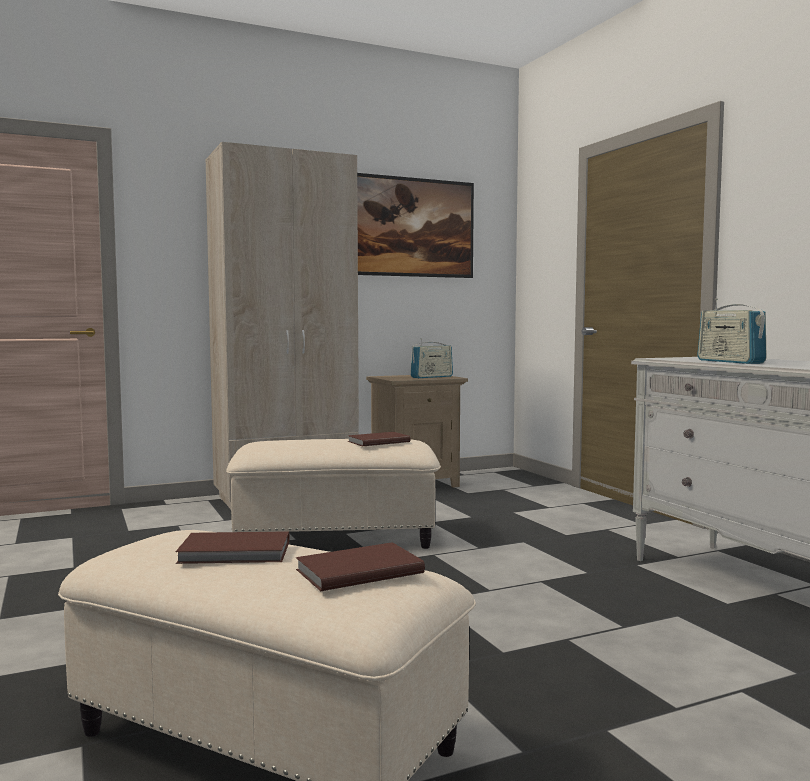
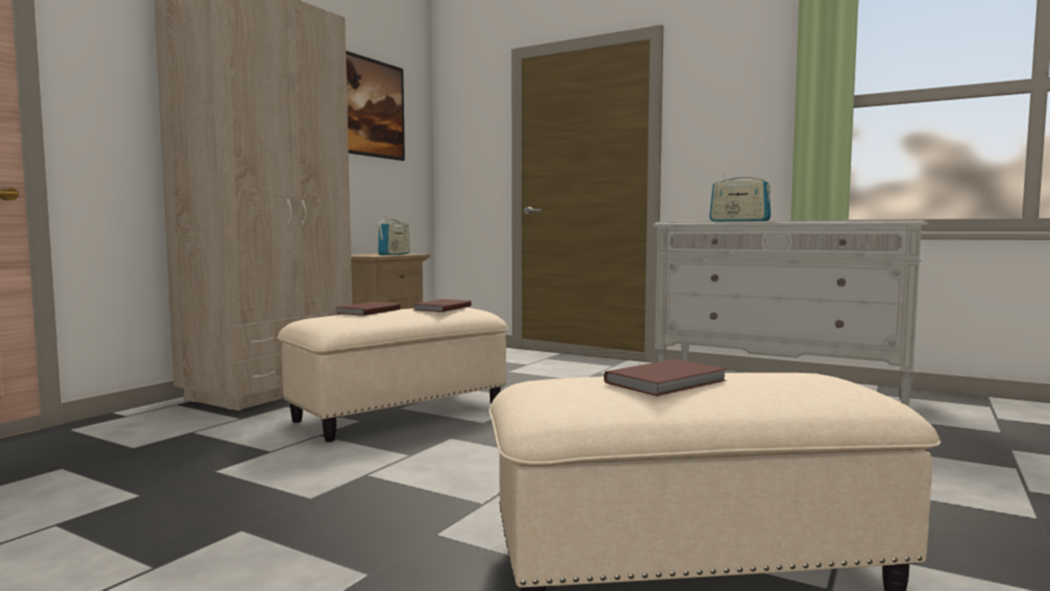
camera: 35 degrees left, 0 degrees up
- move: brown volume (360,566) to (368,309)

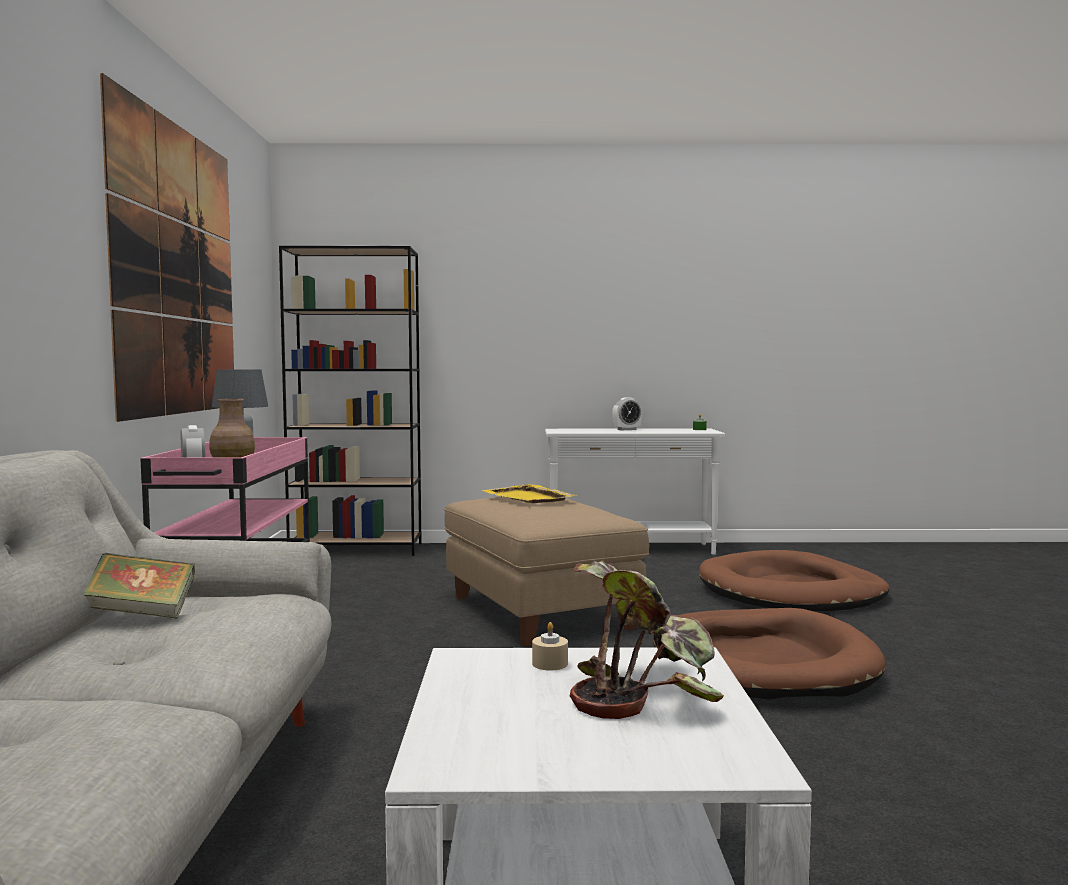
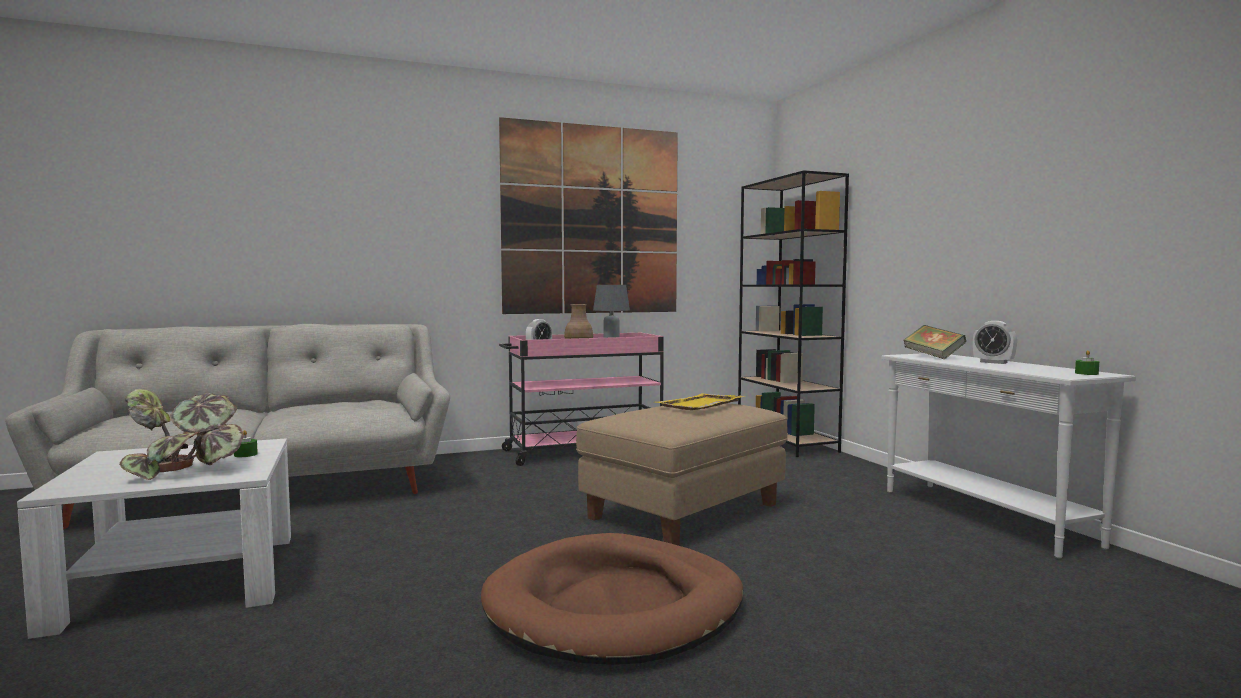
camera: 70 degrees right, 0 degrees up
- delete: brown dog cushion (794,580)
- move: volume (139,586) to (935,342)
- recolor: sand-coloured wax light (550,646) to green-coloured wax light (246,443)

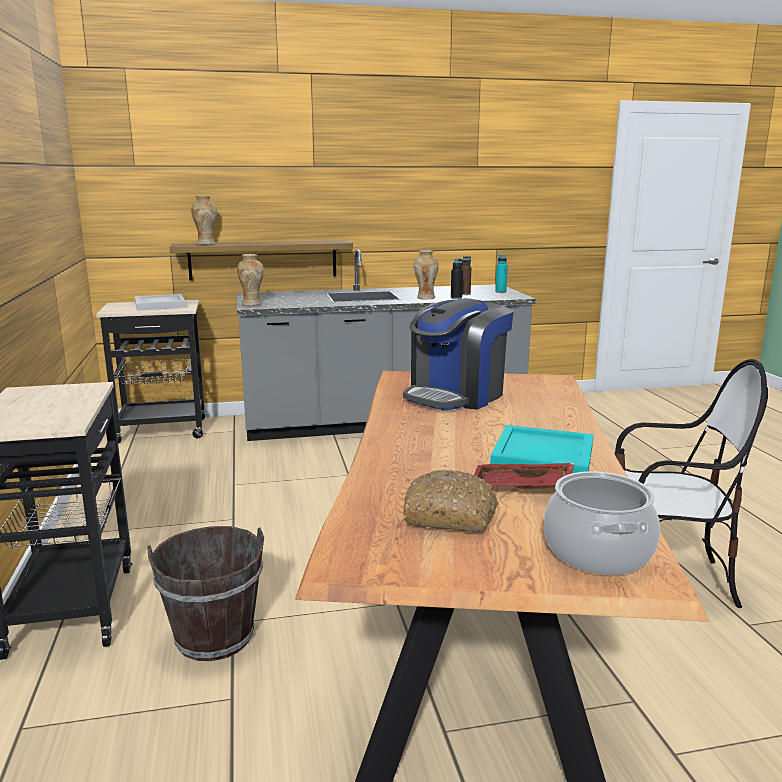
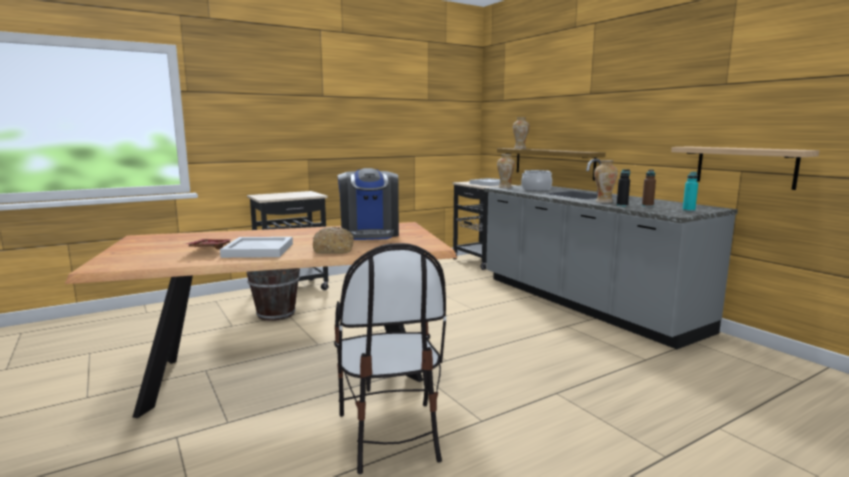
camera: 70 degrees right, 5 degrees down
- insert: wall shelf (745,168)
- move: baked bread (451,501) to (333,240)
- move: saucepot (602,523) to (536,180)
- recolor: blue-green carrying tray (541,449) to whitish carrying tray (256,247)
- rotate: coffee maker (458,354) = (368,204) 120 degrees counterclockwise

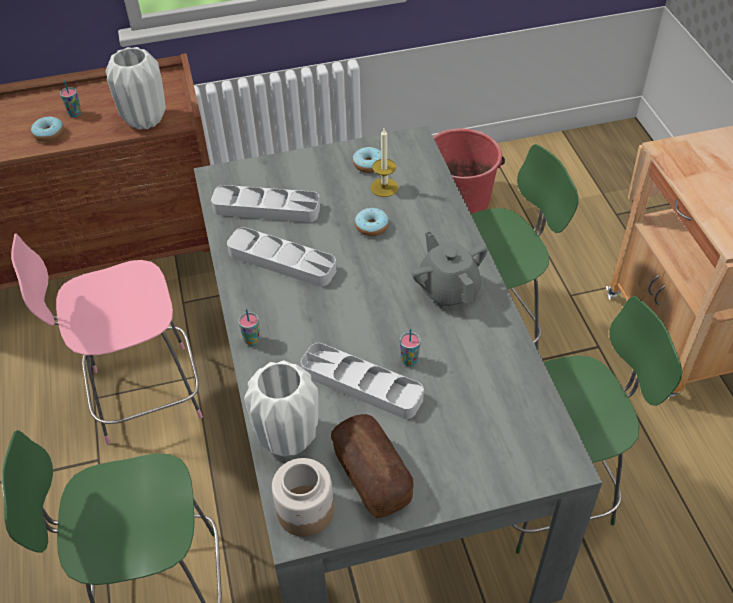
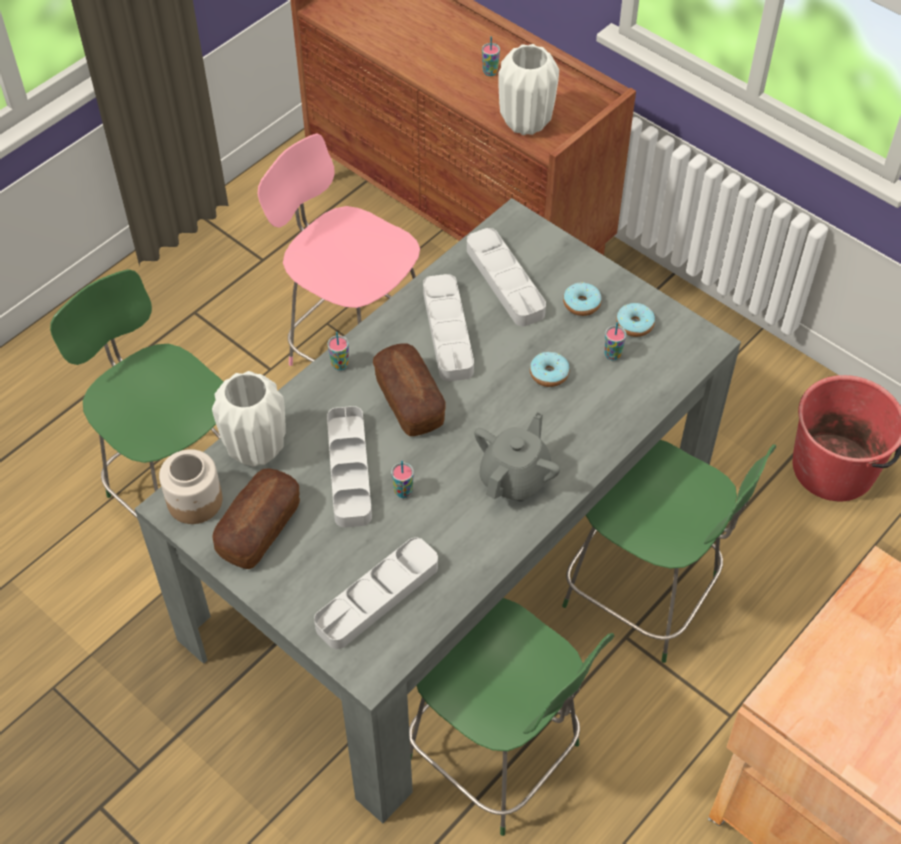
camera: 55 degrees right, 5 degrees up
- insert: grey carrying tray (376,593)
- insert: baked bread (409,389)
- move: donut (47,129) to (582,299)
- replace: wax light (384,162) to drinking cup (615,341)

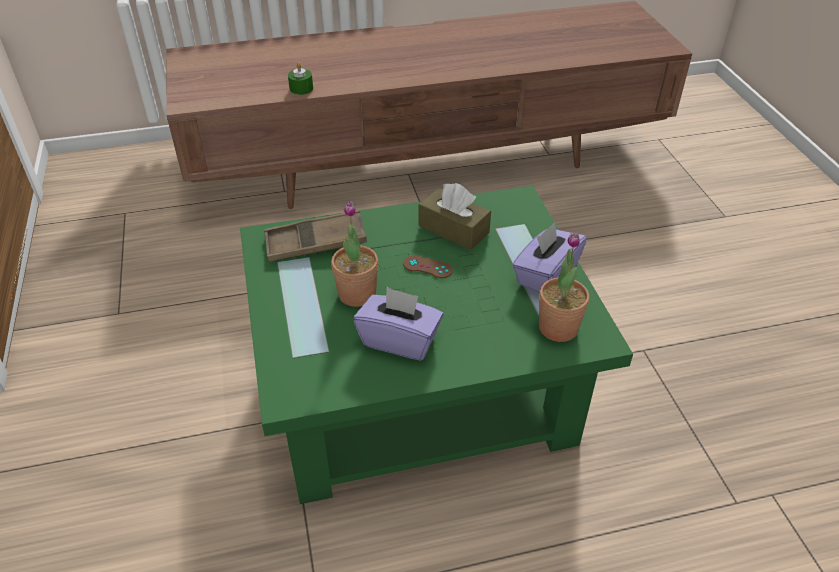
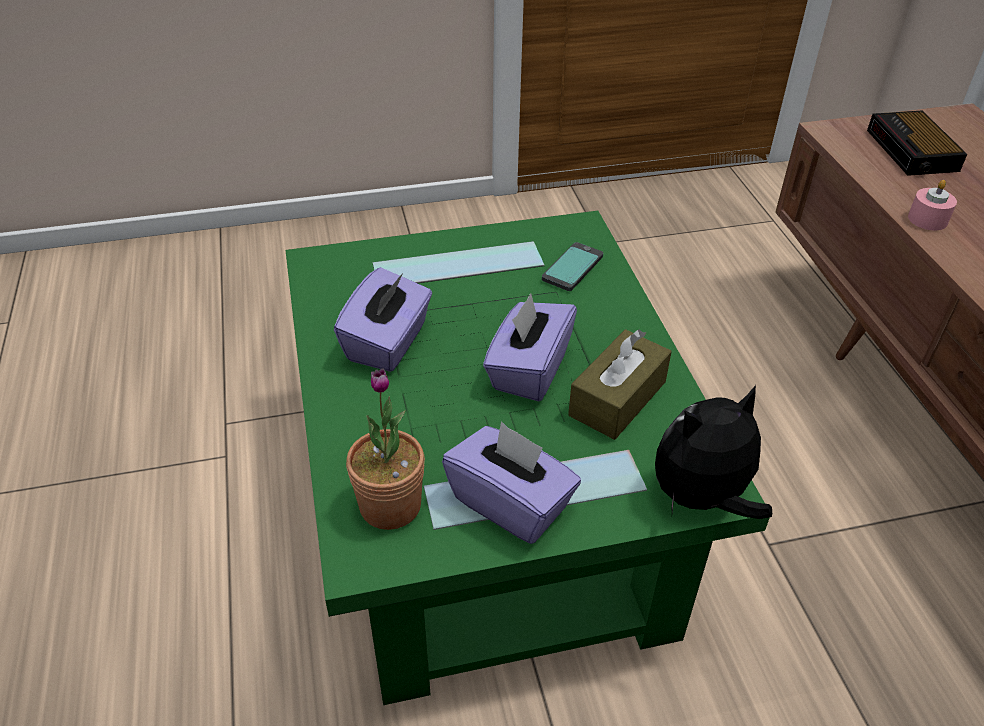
camera: 90 degrees right, 0 degrees up
- delete: potted plant (355,254)
- insert: cuddly toy (713,452)
- insert: bedside clock (917,143)
- replace: brown carrying tray (315,236) to handset (572,266)
- replace: brown joypad (428,267) to purple box of tissues (530,347)
- recolor: green-coloured wax light (300,78) to pink-coloured wax light (932,205)

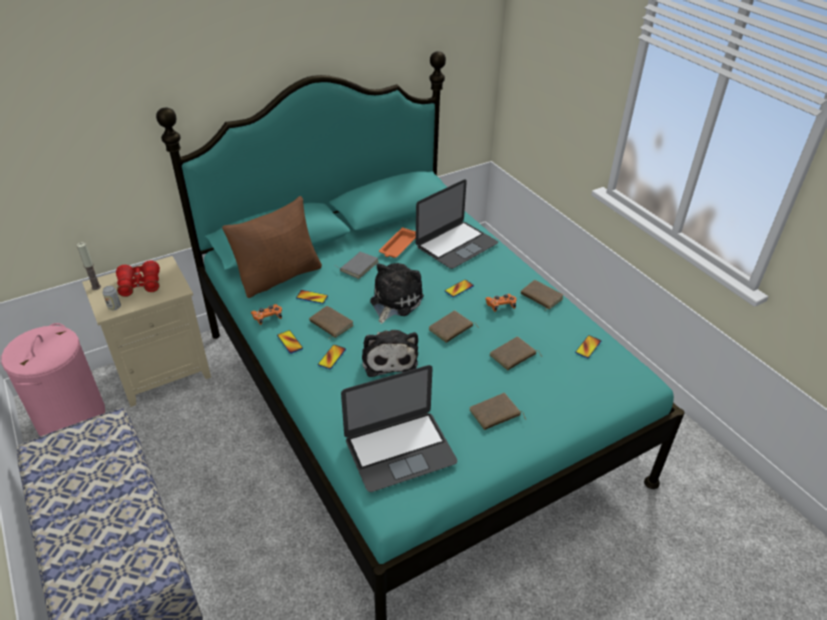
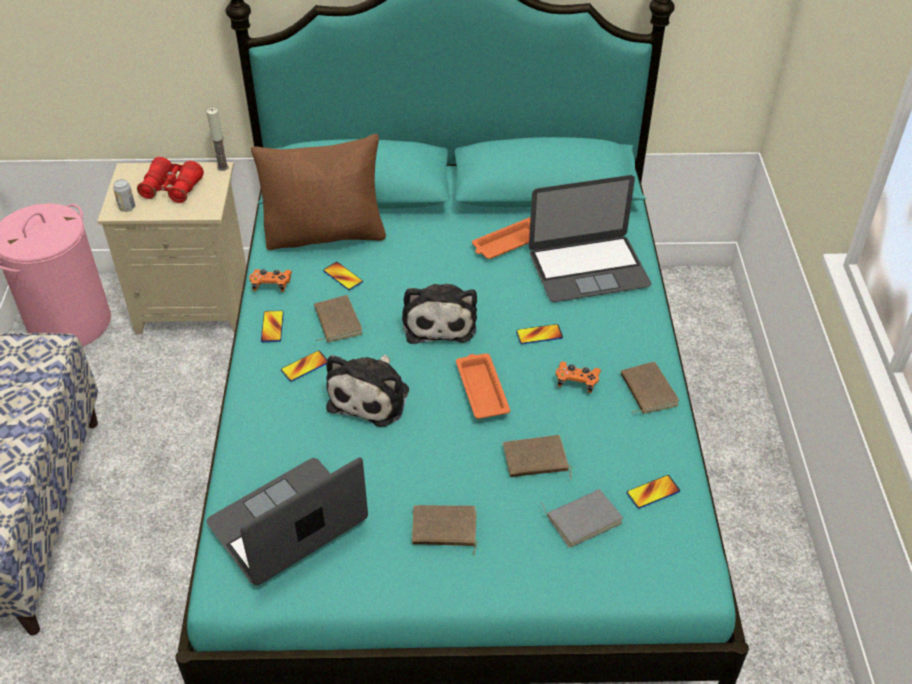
camera: 30 degrees right, 5 degrees up
- move: wax light (89,266) to (218,139)
- move: grey volume (358,265) to (582,518)
- replace: brown volume (454,326) to orange carrying tray (483,386)
- rotate: portable computer (399,428) = (287,521) 135 degrees clockwise
- rotate: cuddly toy (397,293) = (439,314) 120 degrees clockwise

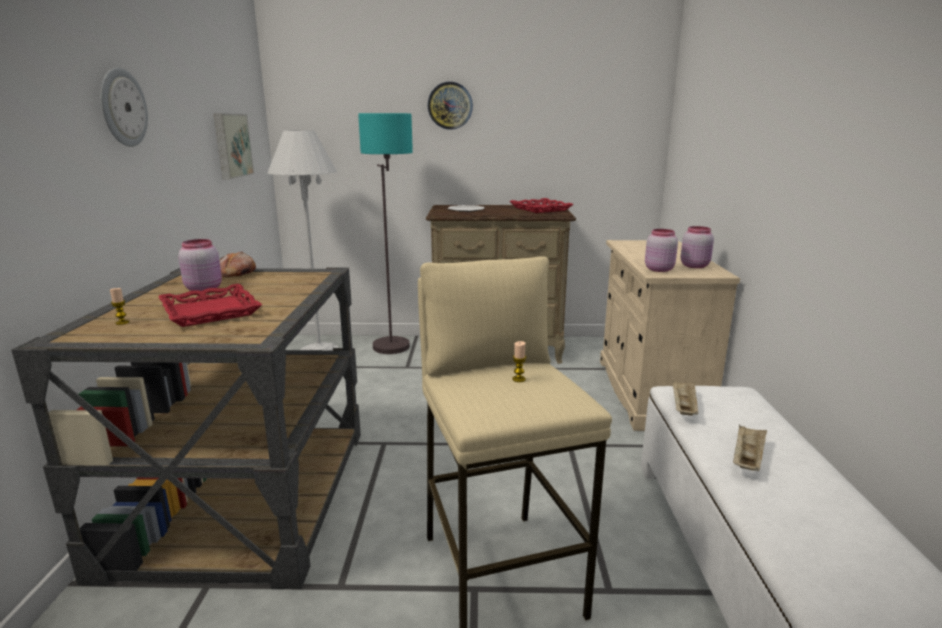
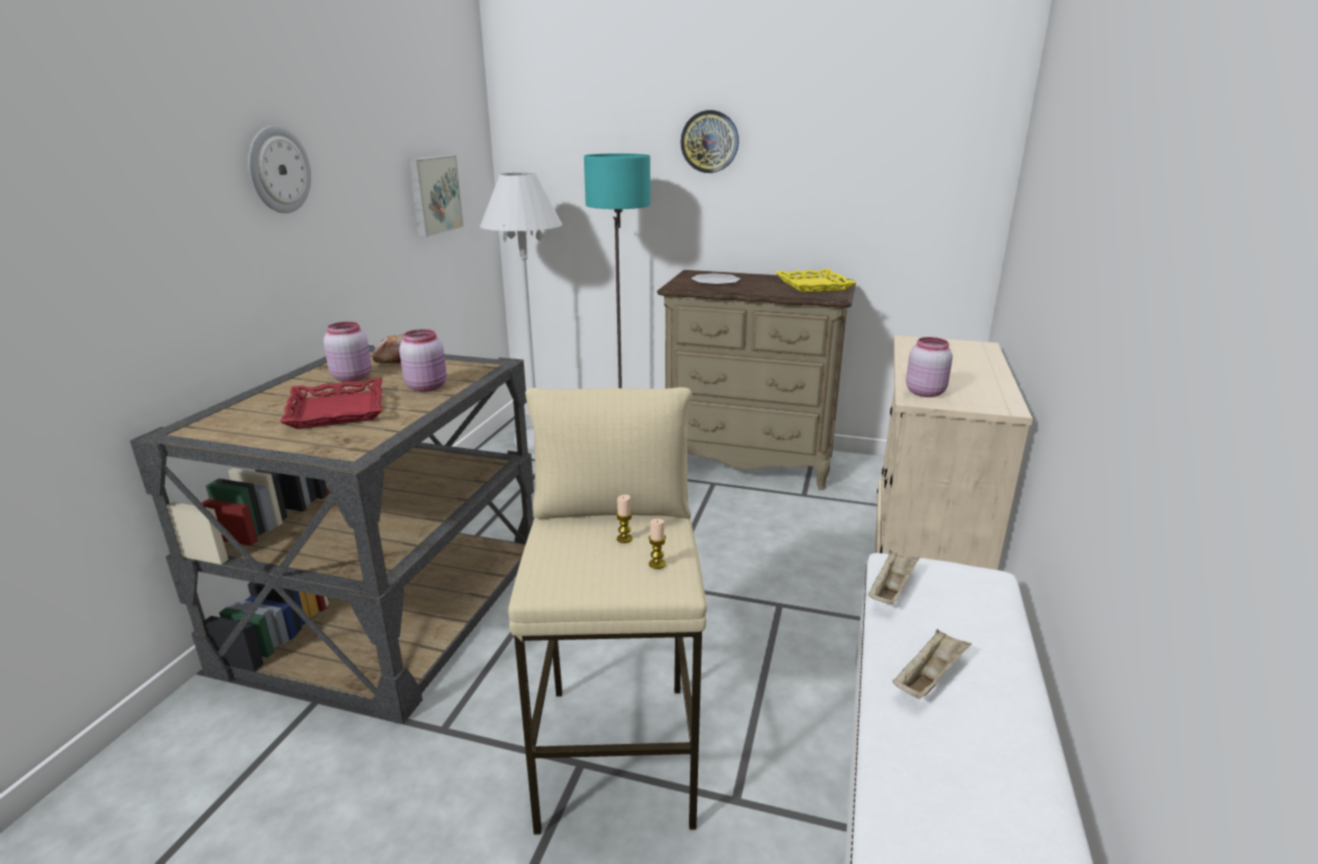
camera: 15 degrees right, 5 degrees up
- move: wax light (119,306) to (657,544)
- move: pink-coloured storage jar (697,247) to (423,360)
- recolor: red-coloured carrying tray (541,205) to yellow-coloured carrying tray (815,280)

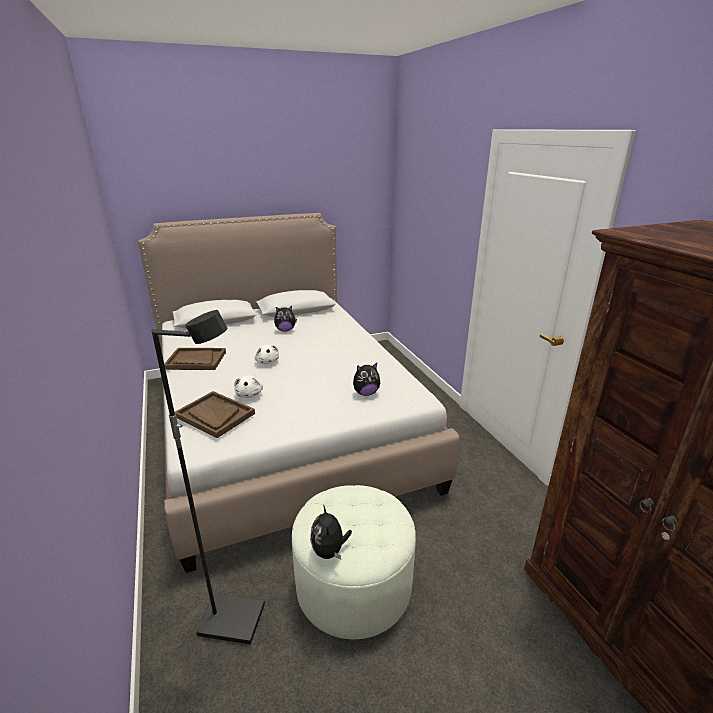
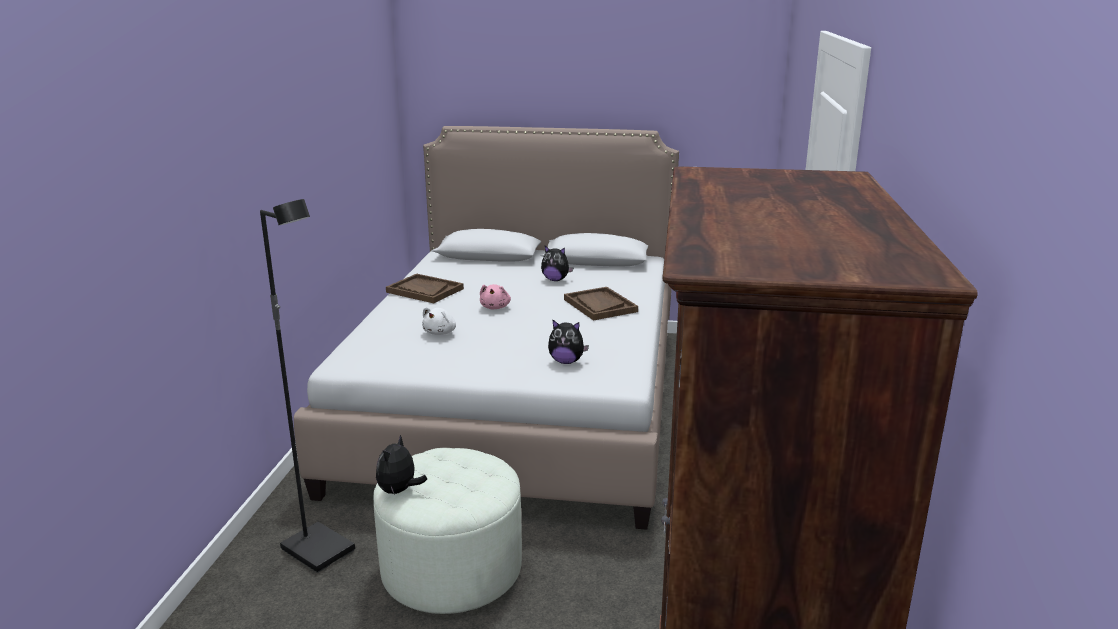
camera: 30 degrees right, 5 degrees down
- move: brown carrying tray (215,414) to (601,304)
- recolor: whitish cuddly toy (267,355) to pink-coloured cuddly toy (495,296)

